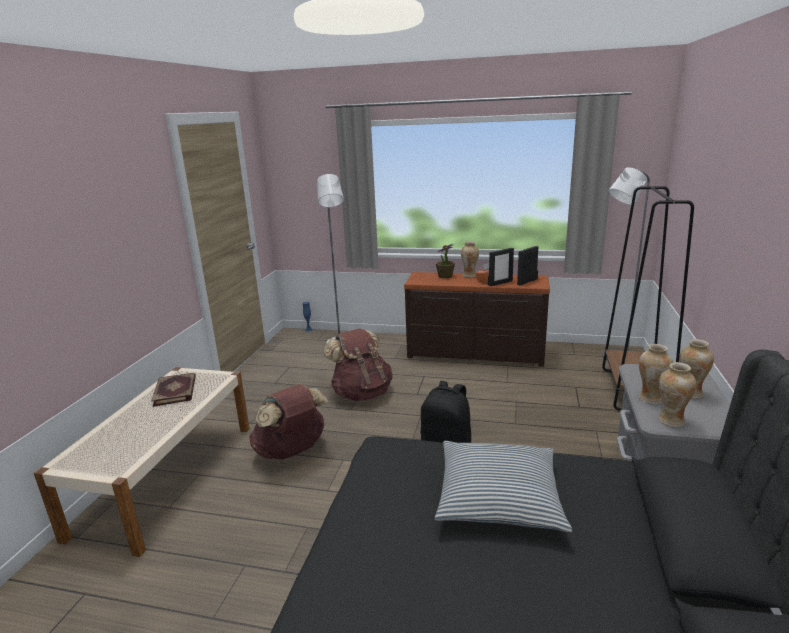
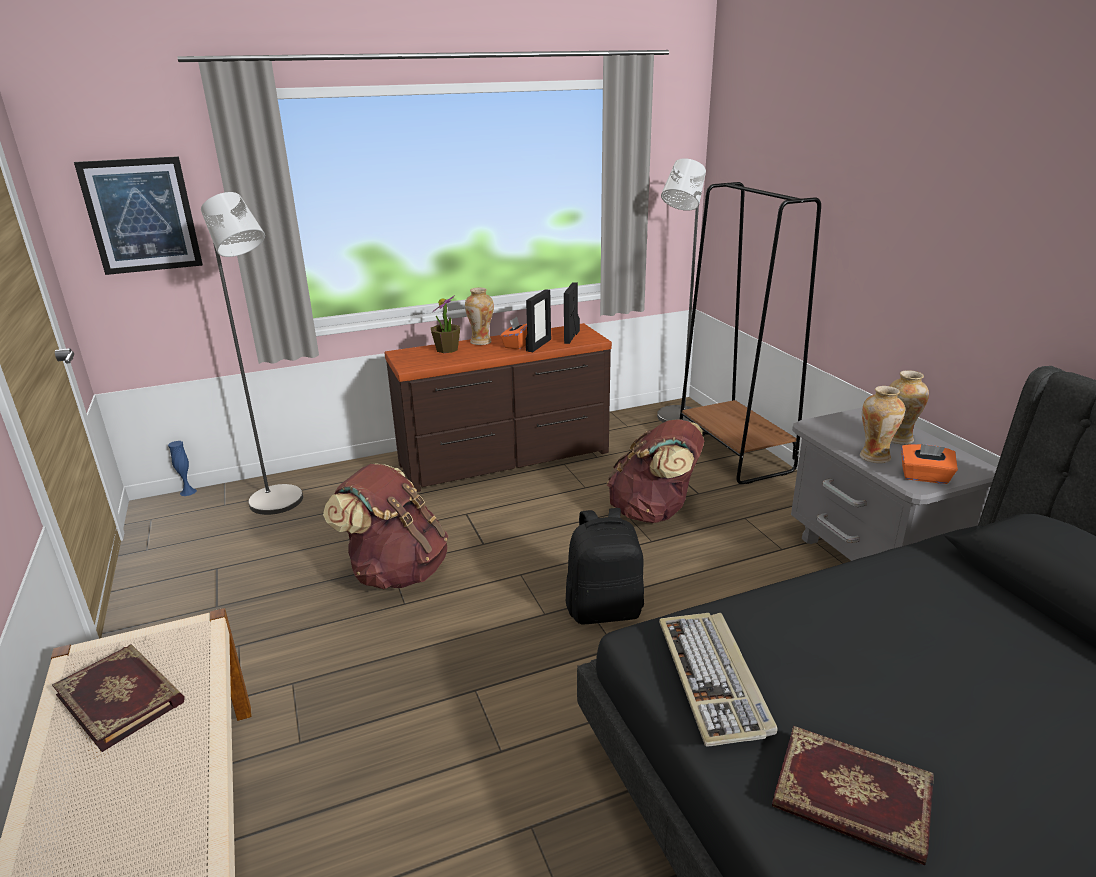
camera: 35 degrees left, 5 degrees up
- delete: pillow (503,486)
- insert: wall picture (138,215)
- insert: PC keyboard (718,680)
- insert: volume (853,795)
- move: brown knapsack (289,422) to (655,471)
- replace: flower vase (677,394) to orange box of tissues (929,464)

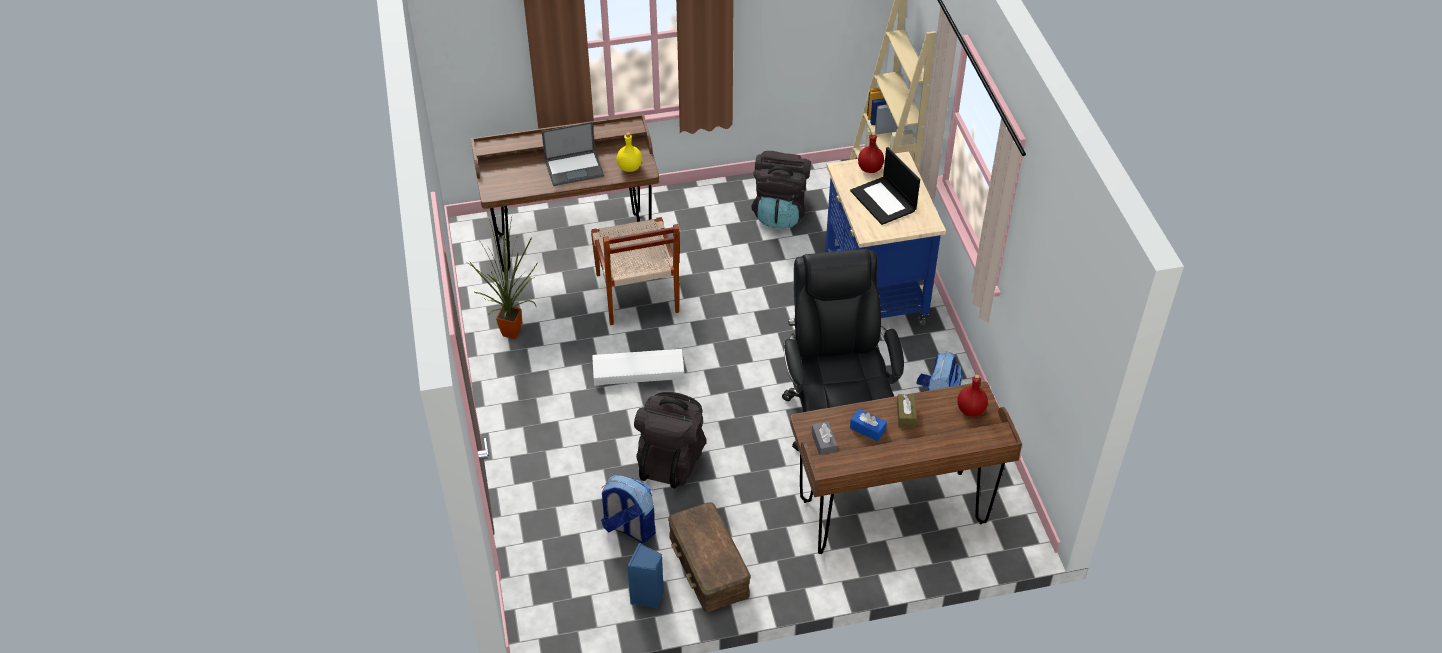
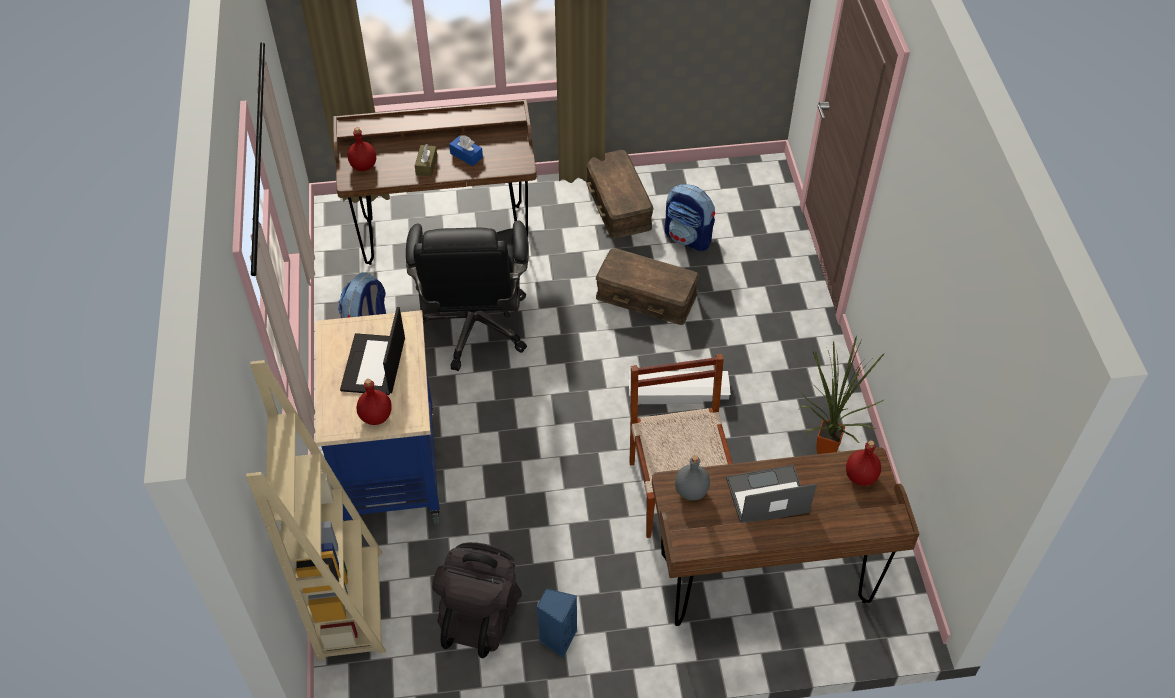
camera: 175 degrees left, 5 degrees up
- delete: grey box of tissues (824,438)
- insert: red-coloured bottle (863,463)
- move: bluish loudspeaker (645,575) to (557,623)
- replace: blackish knapsack (670,440) to brown storage box (647,286)
- recolor: yellow-coloured bottle (629,152) to grey bottle (692,477)
- rotate: portable computer (885,186) = (372,351) 150 degrees counterclockwise

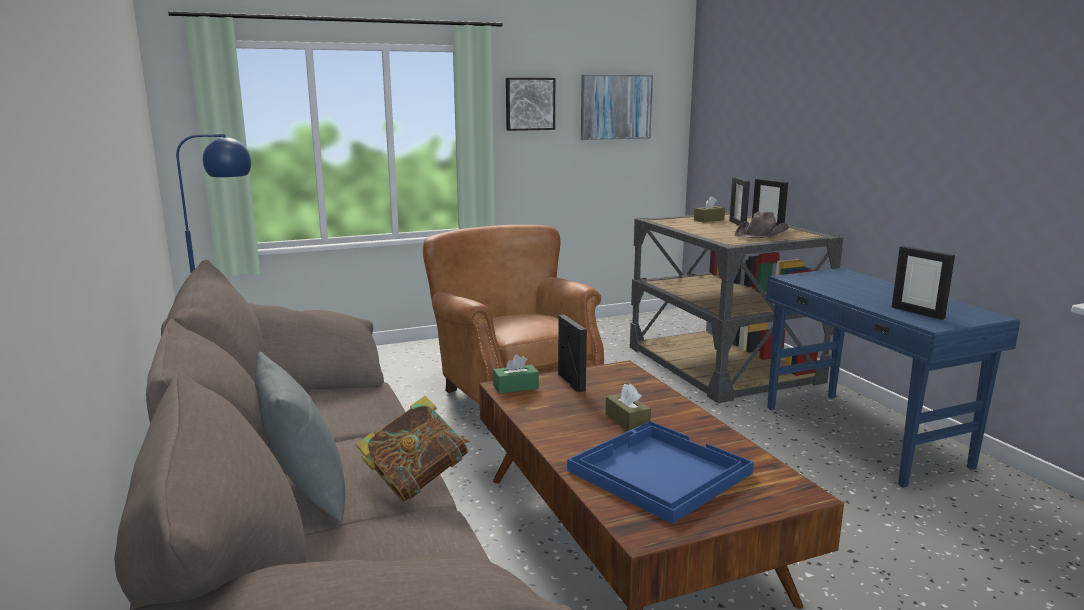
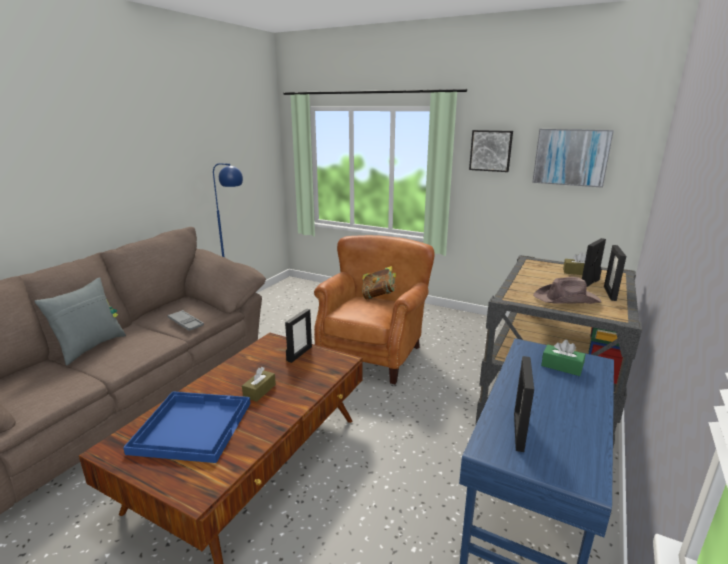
camera: 50 degrees right, 5 degrees up
- insert: grey carrying tray (186,320)
- move: volume (413,449) to (379,283)
- move: green-coloured box of tissues (516,374) to (563,358)

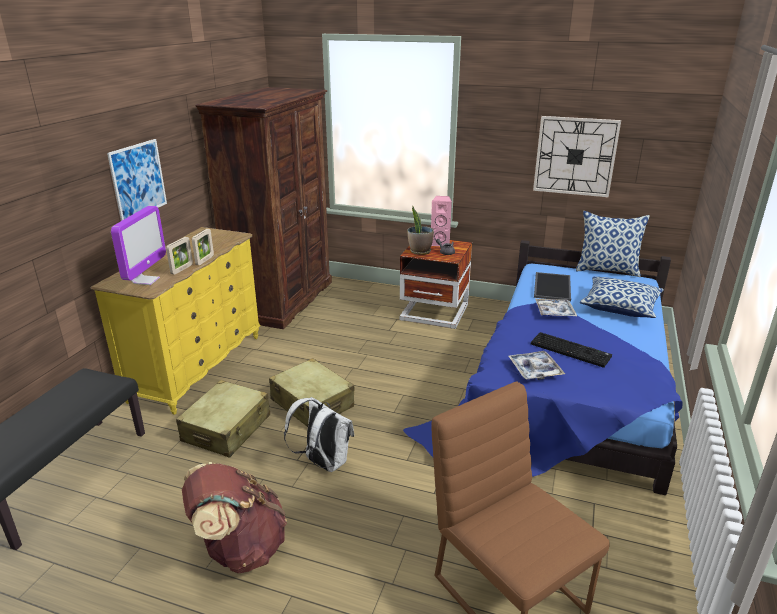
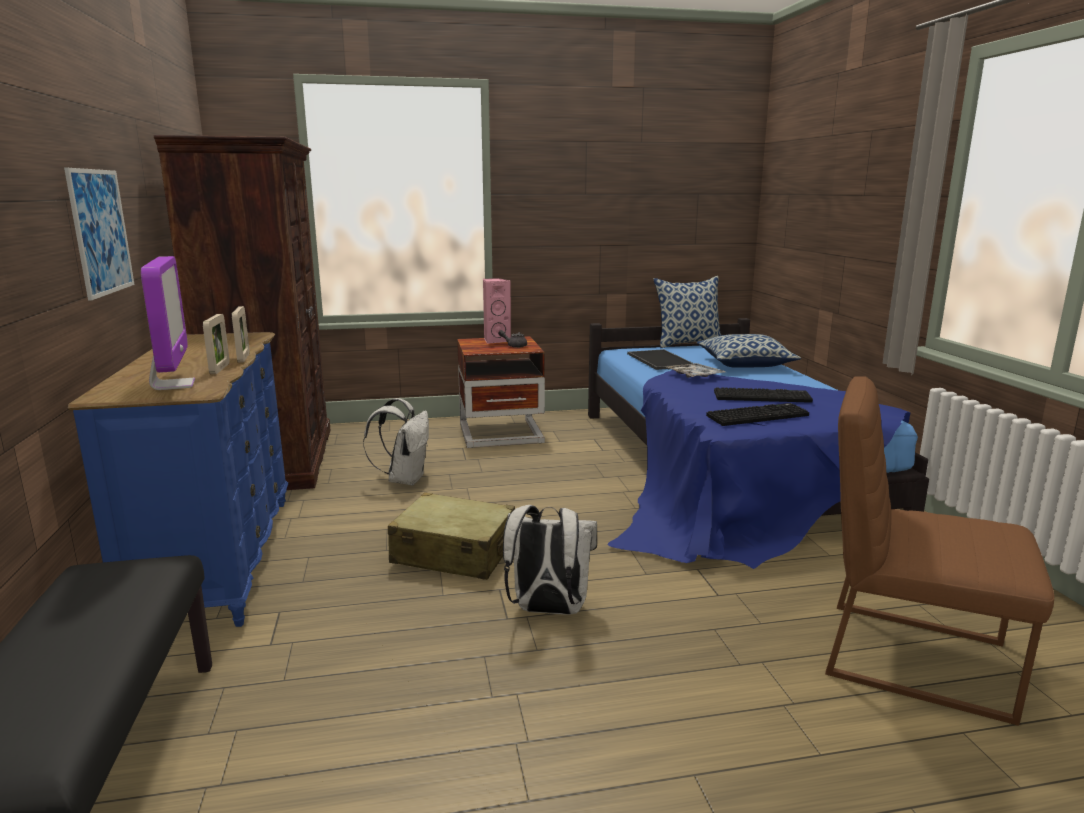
camera: 30 degrees left, 10 degrees down
- delete: sand-coloured piece of luggage (223,419)
- delete: brown knapsack (234,518)
- delete: potted plant (420,230)
- delete: hanging clock (577,156)
- insert: whitish knapsack (396,441)
- replace: carrying tray (536,365) to PC keyboard (757,414)
- recolor: yellow-coloured chest of drawers (175,321) to bluish chest of drawers (178,479)

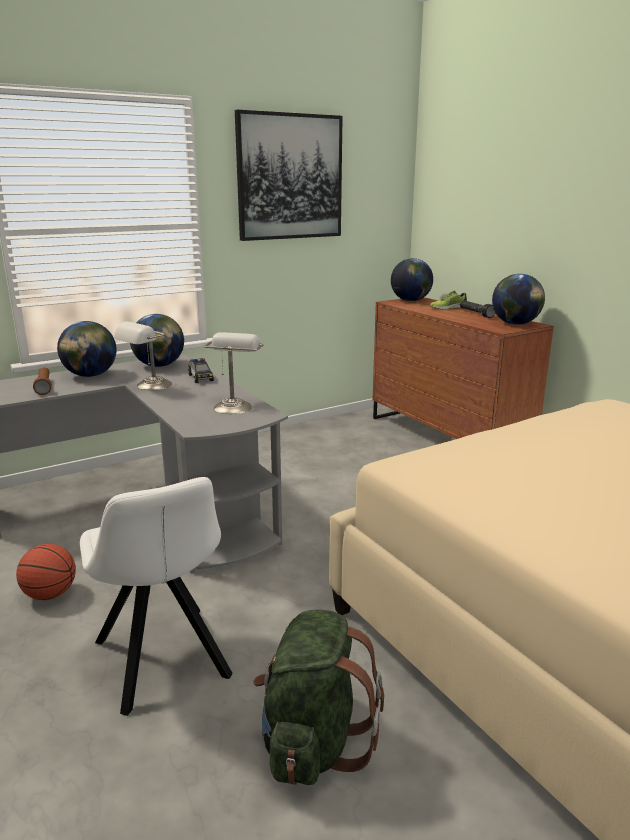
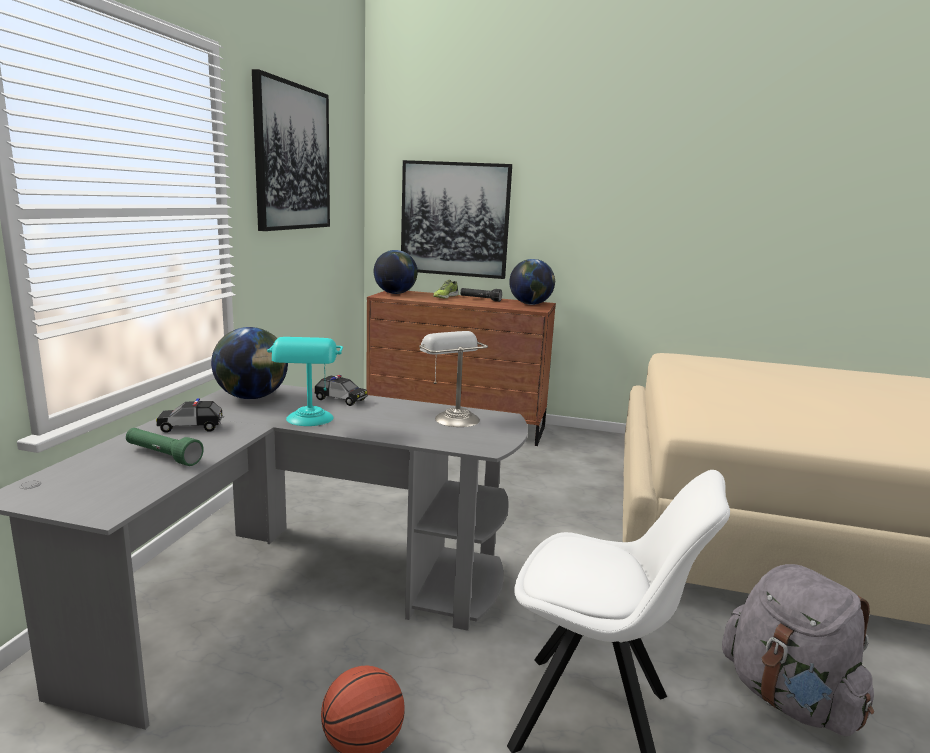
camera: 45 degrees left, 5 degrees down
- insert: wall picture (456,219)
- replace: world globe (87,349) to toy car (190,415)
- recolor: brown hand torch (42,381) to green-coloured hand torch (165,447)
- recolor: whitish tabletop lamp (143,356) to blue-green tabletop lamp (305,381)
- recolor: green-coloured knapsack (318,697) to grey knapsack (798,650)

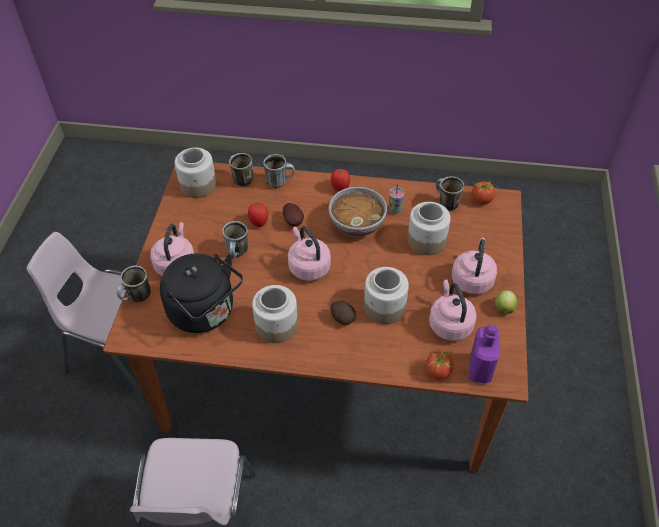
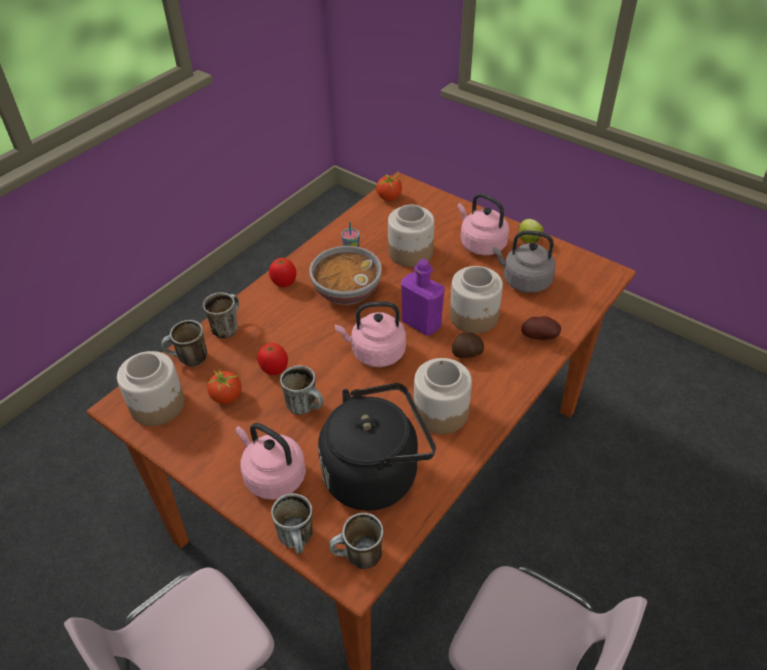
camera: 60 degrees left, 5 degrees down
- move: whole potato (293,214) to (541,328)
- move: tomato (439,365) to (223,386)
- move: mug (450,193) to (356,541)
- move: purple bottle (484,354) to (423,297)
- recolor: pink-coloured water kettle (453,310) to grey water kettle (524,261)

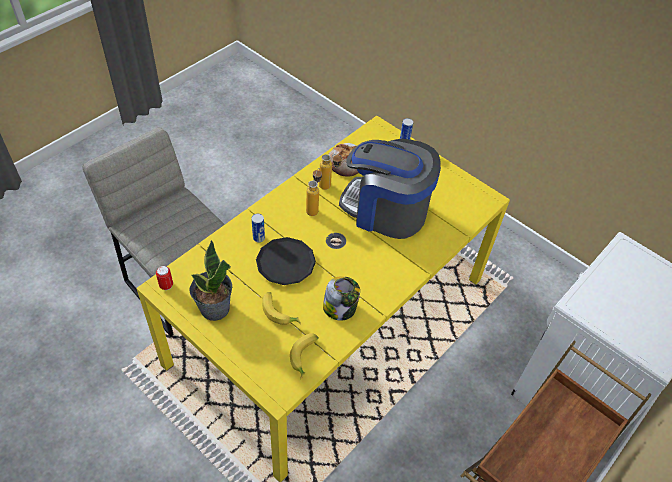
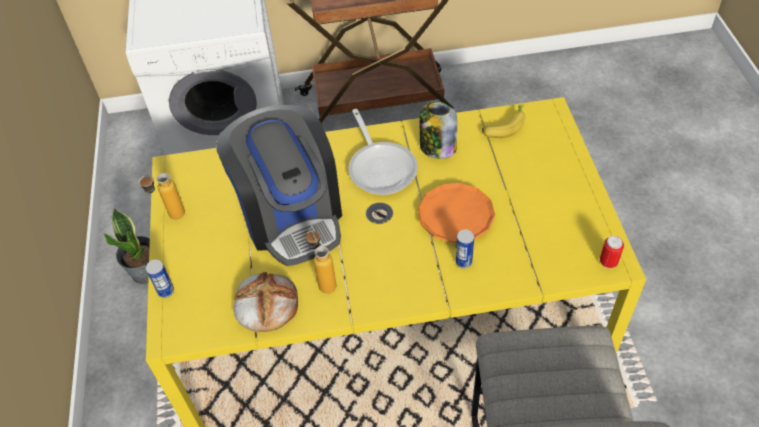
camera: 135 degrees left, 0 degrees up
- delete: banana fruit (281,308)
- insert: skillet (383,152)
- move: potted plant (211,280) to (127,246)
- move: bottle (314,192) to (162,196)
- recolor: blackish flat dish (286,261) to orange flat dish (456,213)

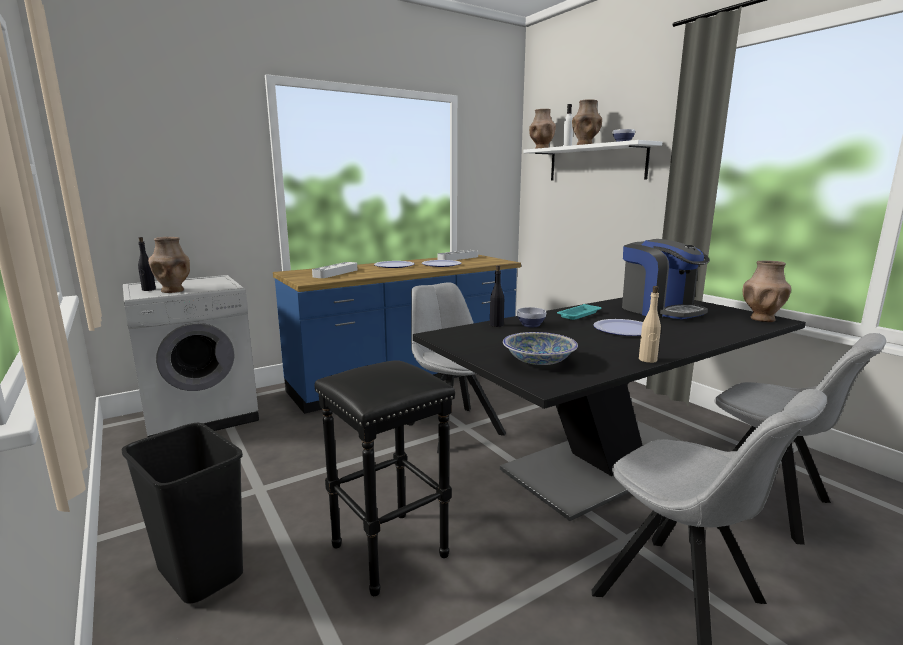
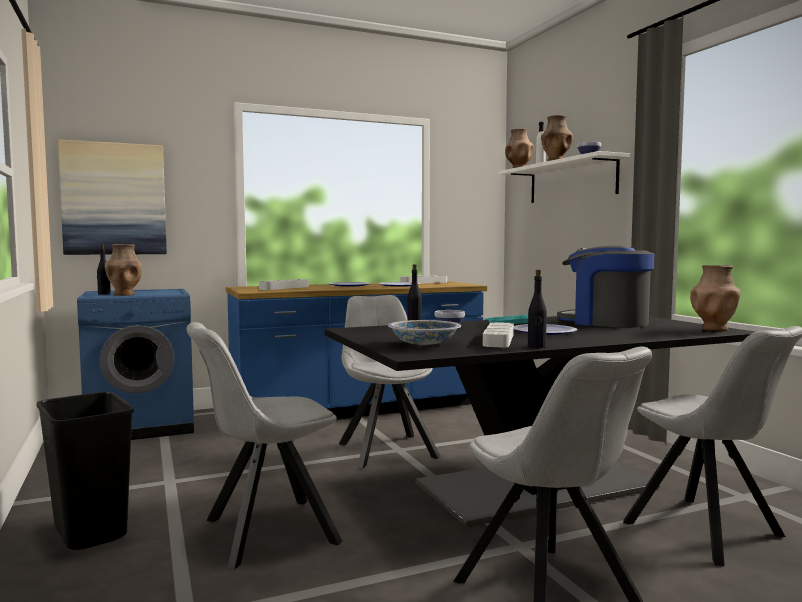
camera: 10 degrees right, 10 degrees down
- insert: wall picture (112,197)
- insert: grey carrying tray (498,334)
- replace: blackish sitting stool (384,478) to grey upright chair (264,446)
- recolor: whitish washing machine (191,356) to bluish washing machine (135,364)
- recolor: sand-coloured bottle (650,324) to blackish bottle (537,308)
- rotate: coffee maker (666,279) = (605,287) 150 degrees clockwise

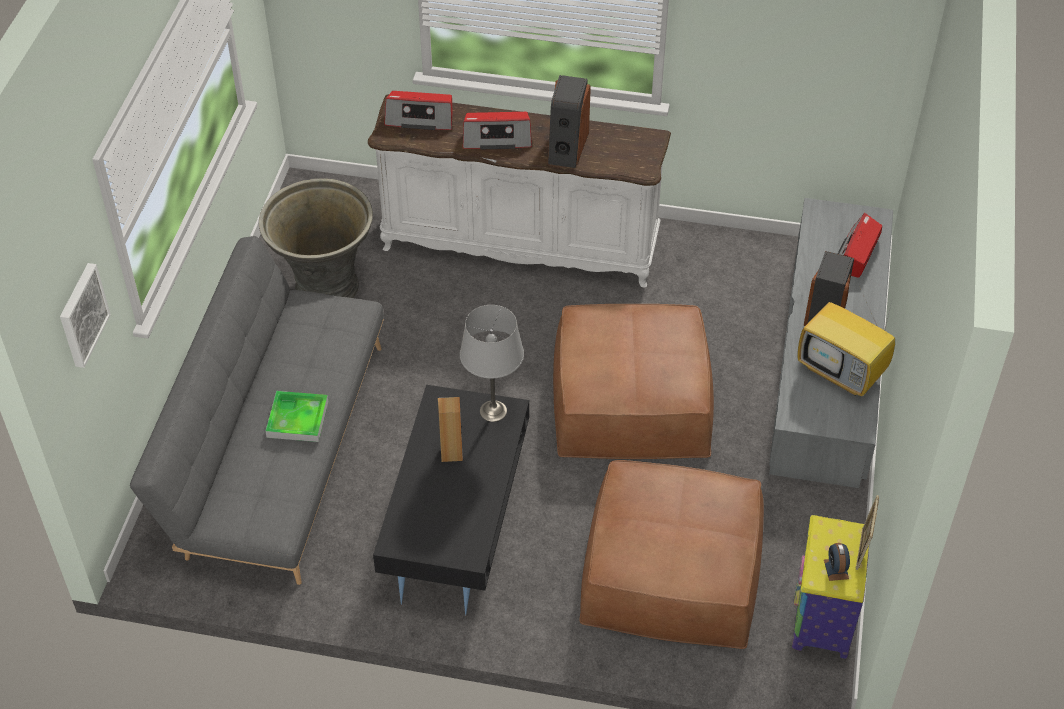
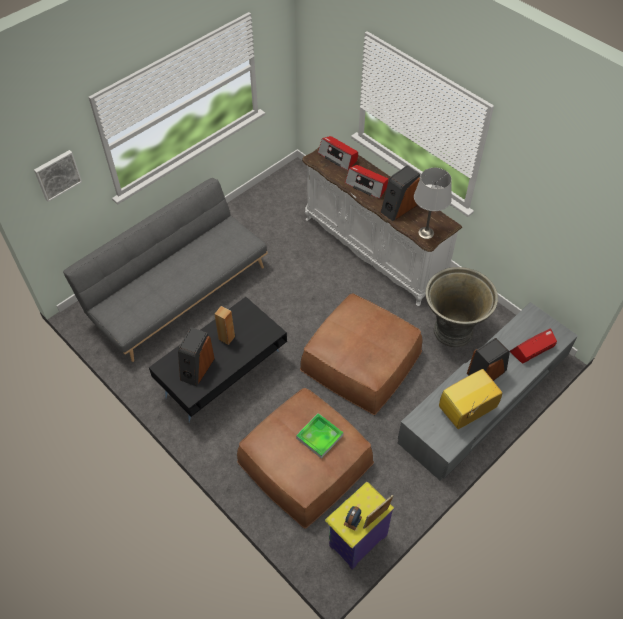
camera: 35 degrees right, 5 degrees up
- insert: loudspeaker (196,356)
- move: grey plant pot (316,238) to (461,307)
- move: carrying tray (296,416) to (319,436)
- move: grey tabletop lamp (492,363) to (433,203)
- rotate: TV (846,345) = (470,399) 75 degrees clockwise

